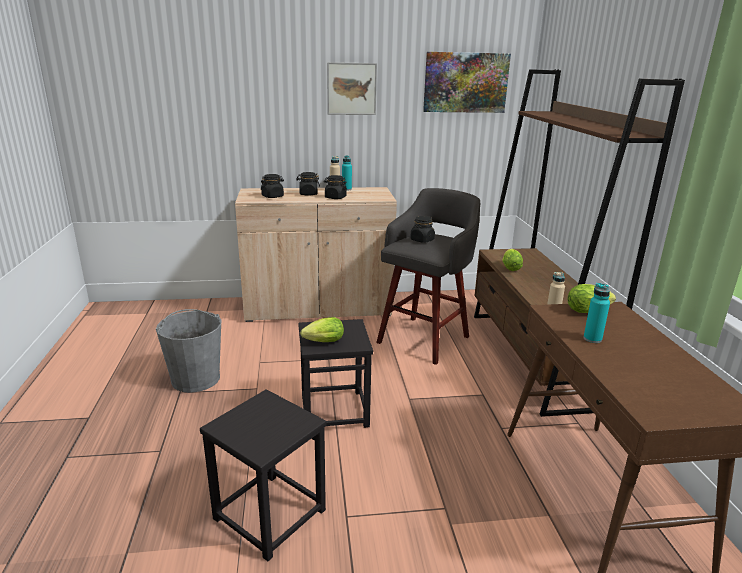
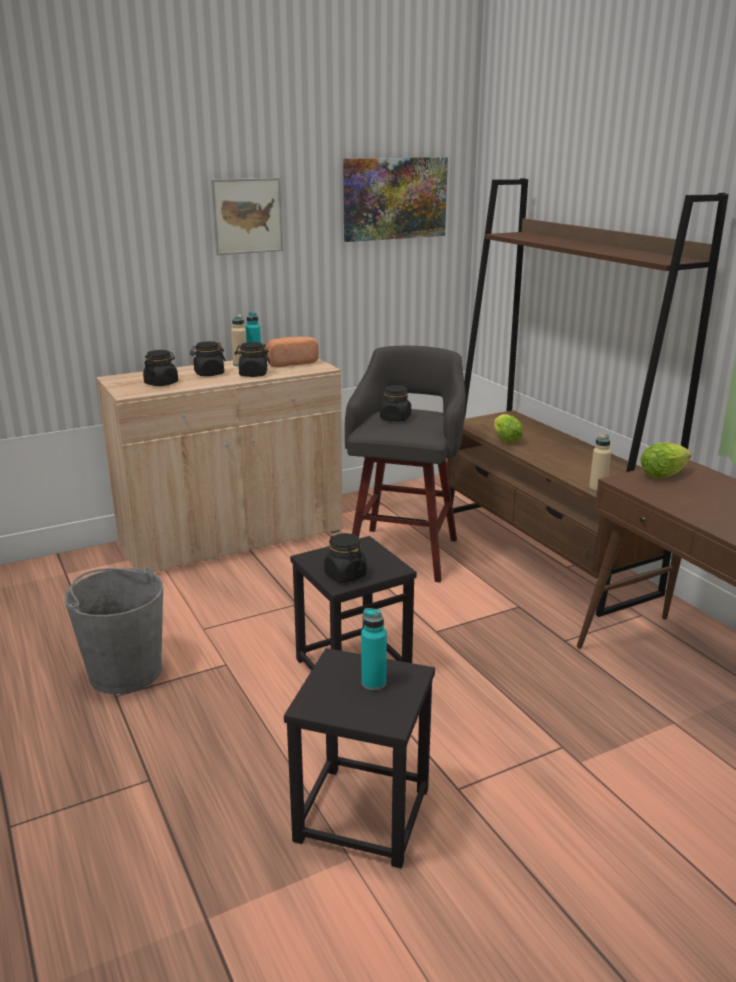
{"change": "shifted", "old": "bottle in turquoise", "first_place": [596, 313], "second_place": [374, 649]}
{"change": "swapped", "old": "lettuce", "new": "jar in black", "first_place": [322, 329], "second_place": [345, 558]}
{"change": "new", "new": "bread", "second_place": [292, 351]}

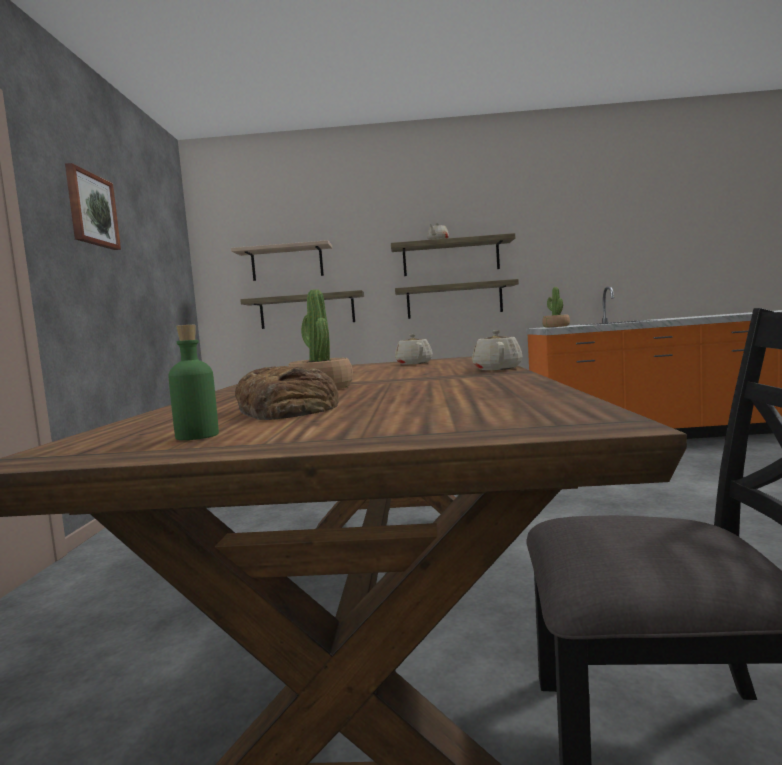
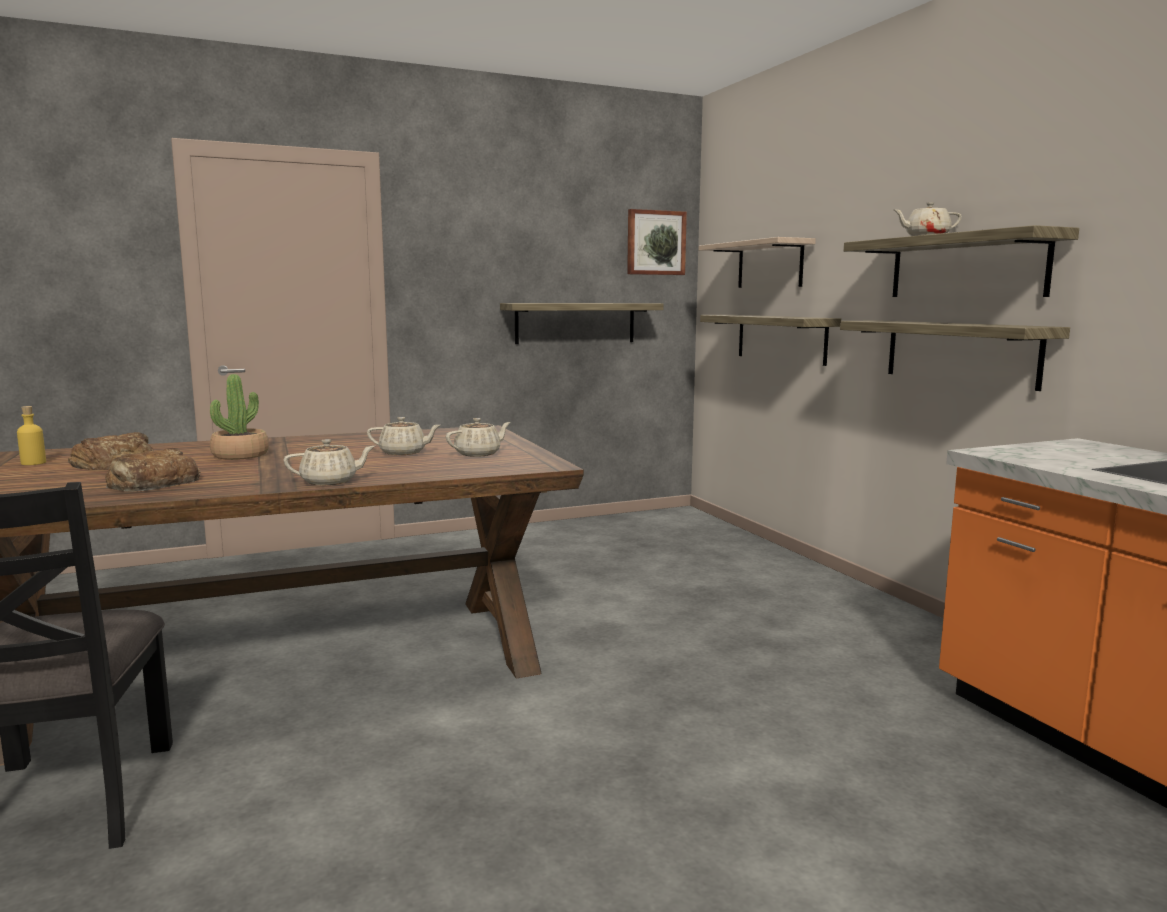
{"change": "shifted", "old": "picture", "first_place": [93, 206], "second_place": [657, 242]}
{"change": "gone", "old": "potted plant", "first_place": [556, 307]}
{"change": "repainted", "old": "bottle in green", "new": "bottle in yellow", "first_place": [193, 382], "second_place": [31, 435]}
{"change": "new", "new": "shelf", "second_place": [581, 323]}
{"change": "new", "new": "teapot in beige", "second_place": [404, 436]}
{"change": "new", "new": "bread", "second_place": [152, 470]}

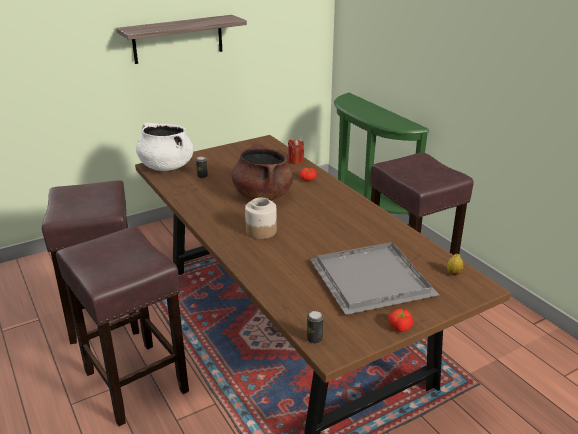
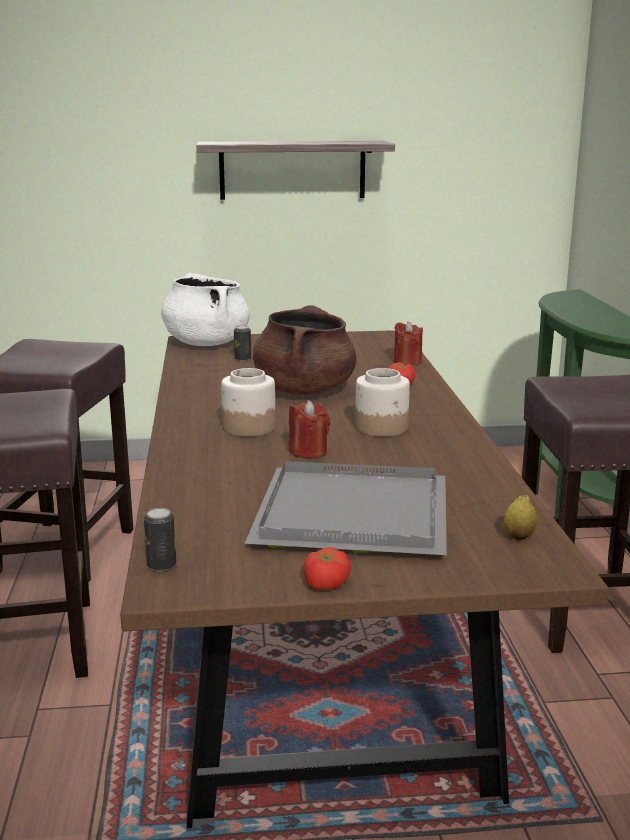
{"change": "new", "new": "jar", "second_place": [382, 402]}
{"change": "new", "new": "candle in red", "second_place": [309, 429]}

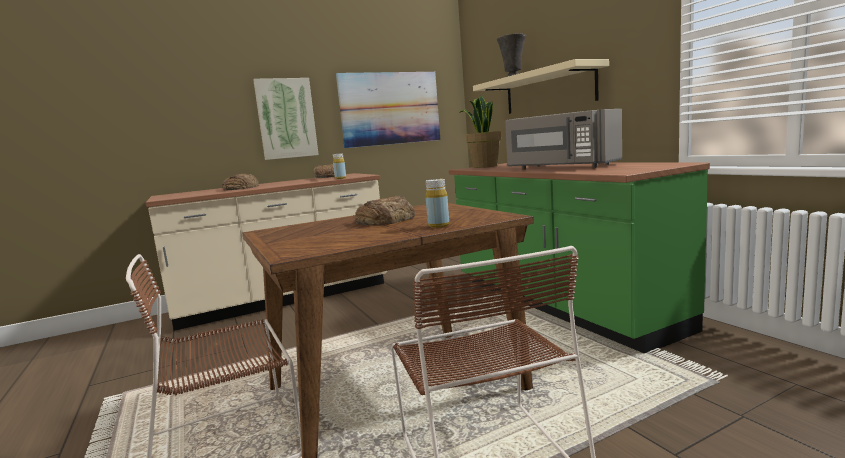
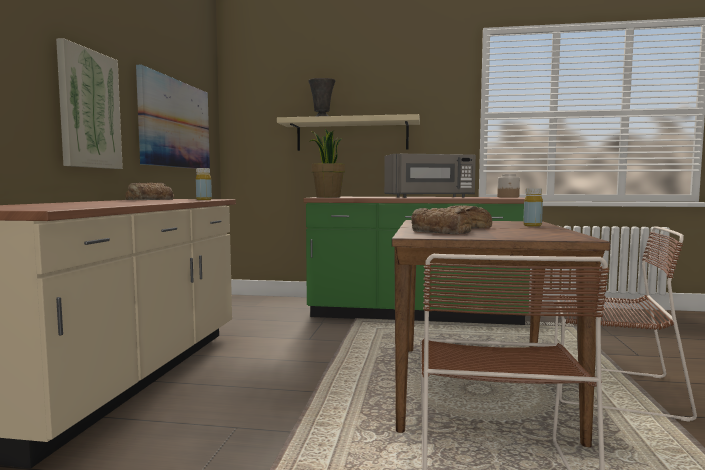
{"change": "shifted", "old": "bread", "first_place": [240, 182], "second_place": [441, 221]}
{"change": "new", "new": "jar", "second_place": [508, 186]}

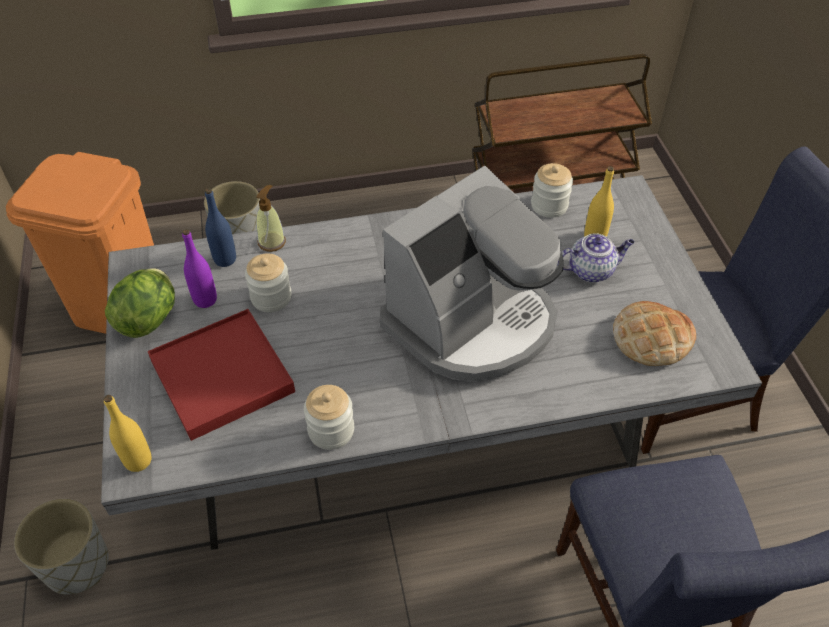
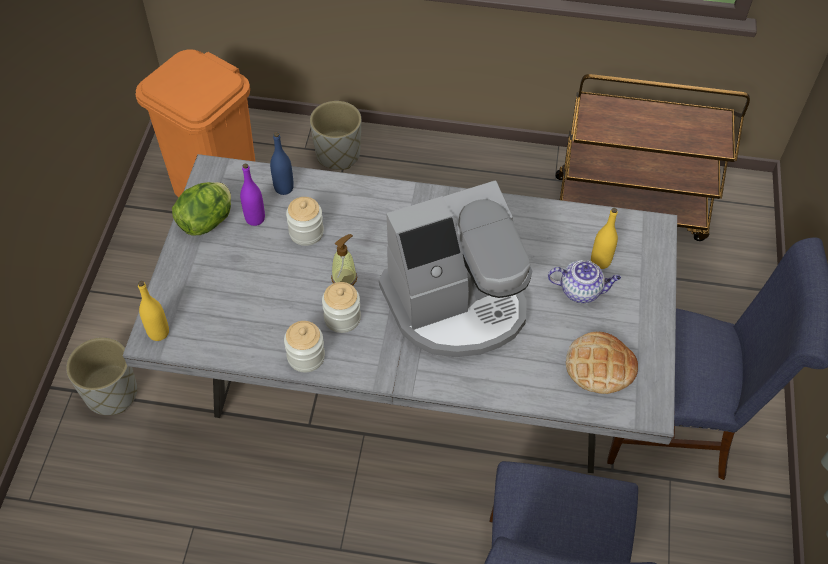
{"change": "shifted", "old": "jar", "first_place": [552, 190], "second_place": [341, 307]}
{"change": "shifted", "old": "soap dispenser", "first_place": [271, 218], "second_place": [344, 260]}
{"change": "gone", "old": "tray in red", "first_place": [221, 375]}

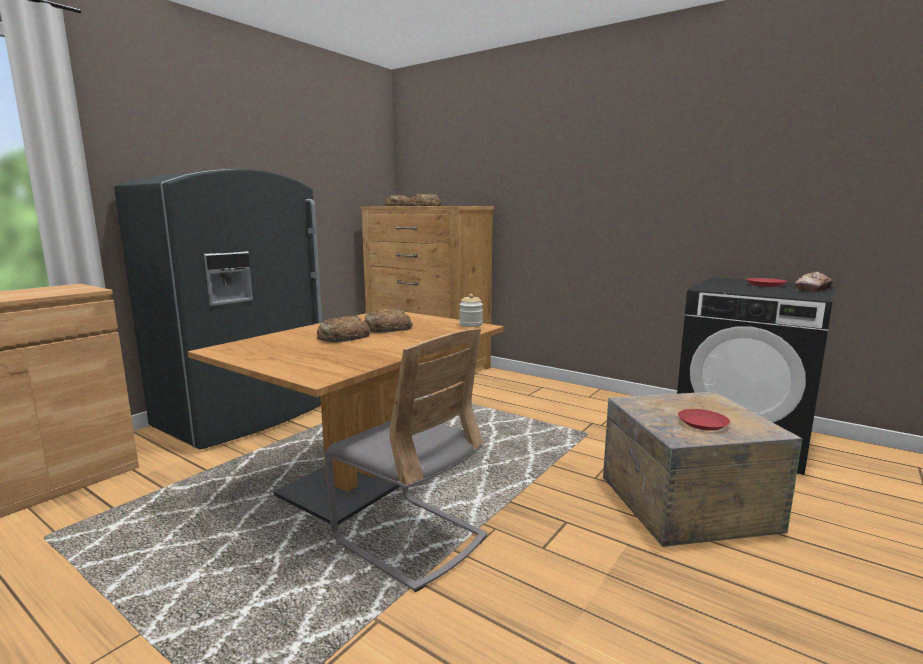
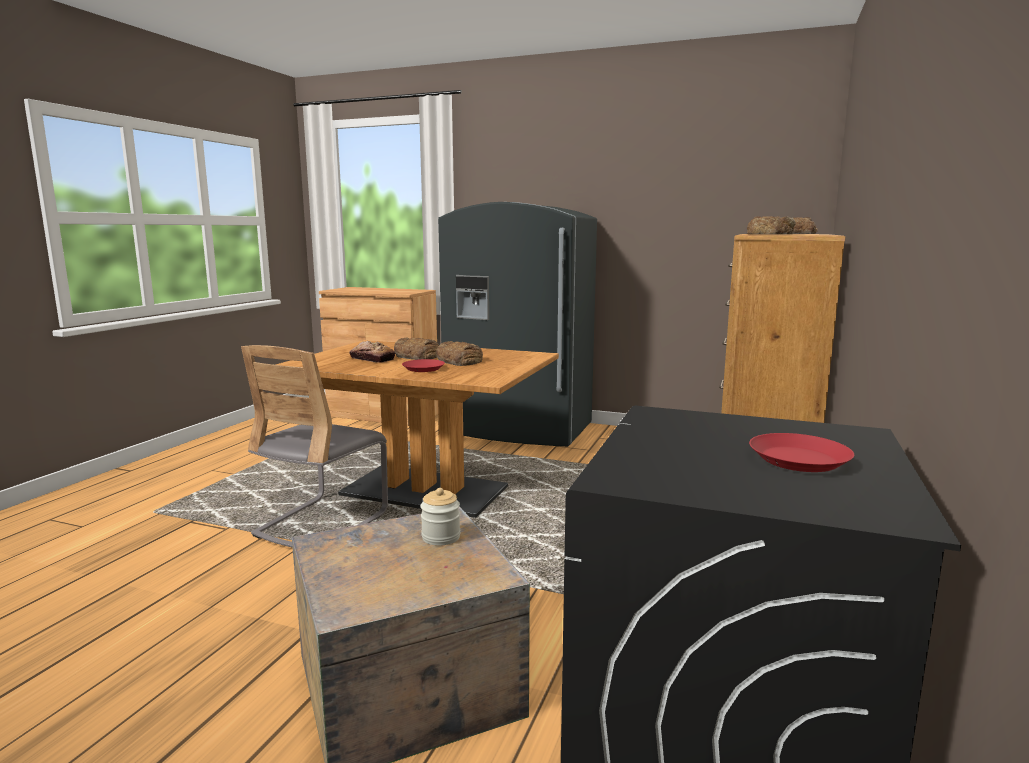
{"change": "shifted", "old": "bread", "first_place": [814, 281], "second_place": [372, 352]}
{"change": "shifted", "old": "jar", "first_place": [471, 310], "second_place": [440, 517]}
{"change": "shifted", "old": "plate in red", "first_place": [704, 420], "second_place": [423, 365]}

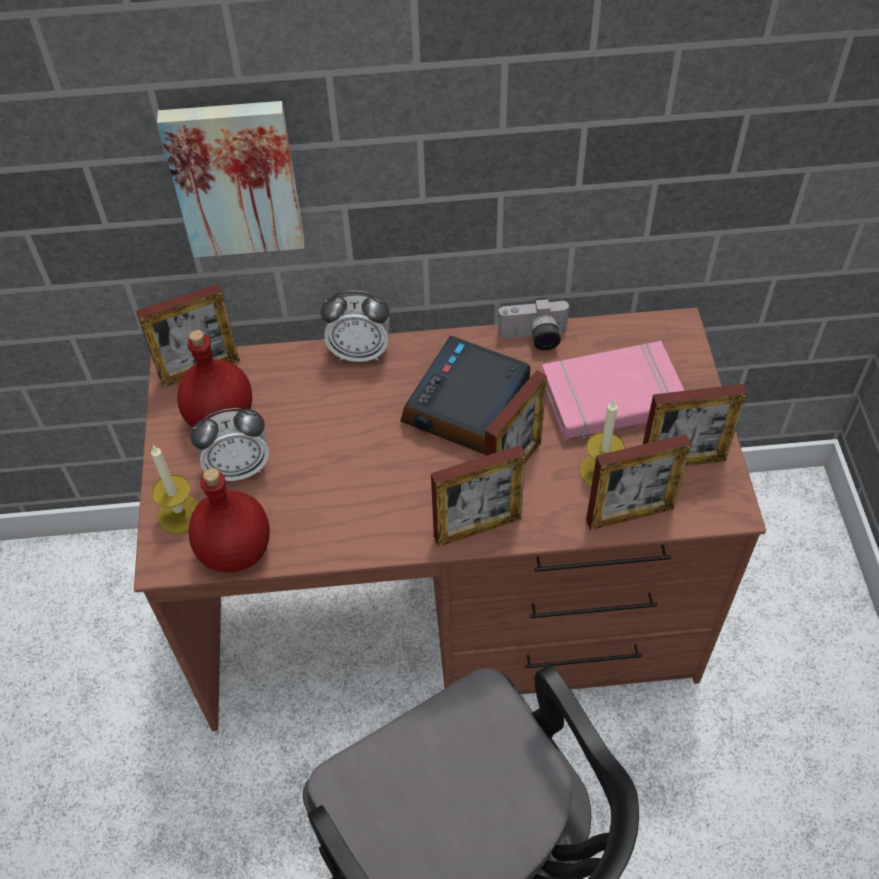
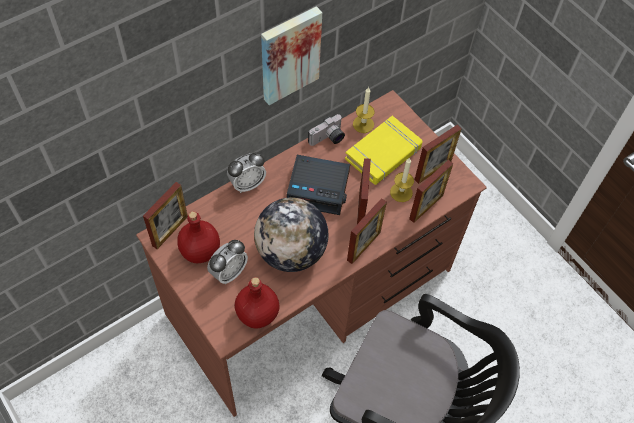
{"change": "shifted", "old": "picture", "first_place": [230, 179], "second_place": [291, 55]}
{"change": "rotated", "old": "alarm clock", "first_place": [465, 395], "second_place": [318, 185], "degrees": -75}
{"change": "repainted", "old": "book in pink", "new": "book in yellow", "first_place": [613, 390], "second_place": [384, 150]}
{"change": "shifted", "old": "candle", "first_place": [175, 489], "second_place": [364, 110]}
{"change": "new", "new": "globe", "second_place": [291, 234]}

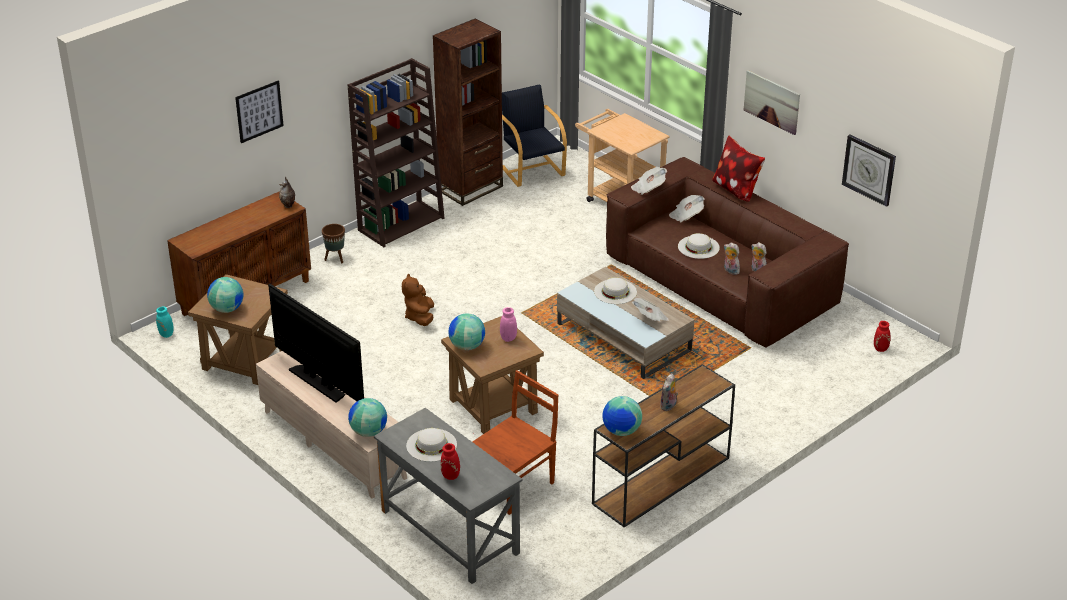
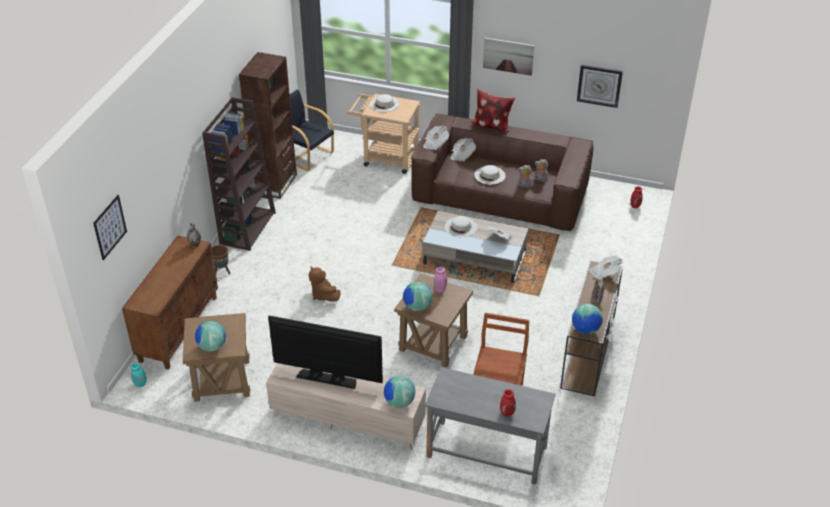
{"change": "shifted", "old": "picture", "first_place": [259, 111], "second_place": [110, 227]}
{"change": "shifted", "old": "hat in white", "first_place": [431, 445], "second_place": [385, 103]}
{"change": "new", "new": "newspaper", "second_place": [606, 267]}

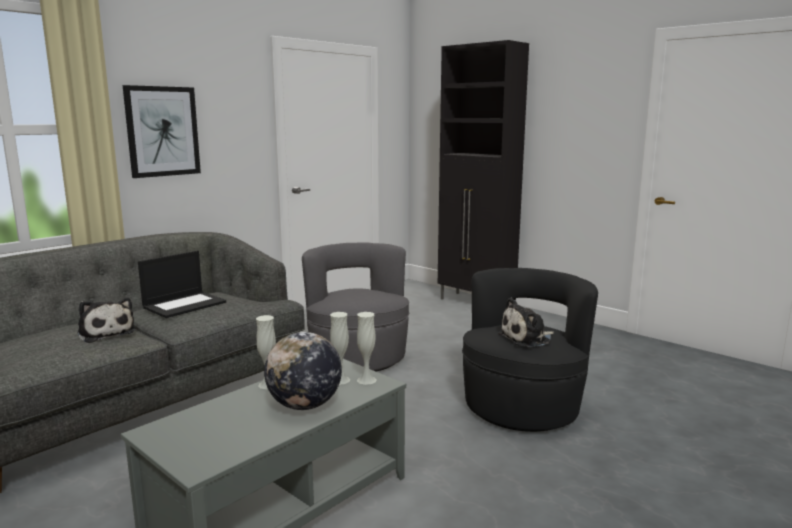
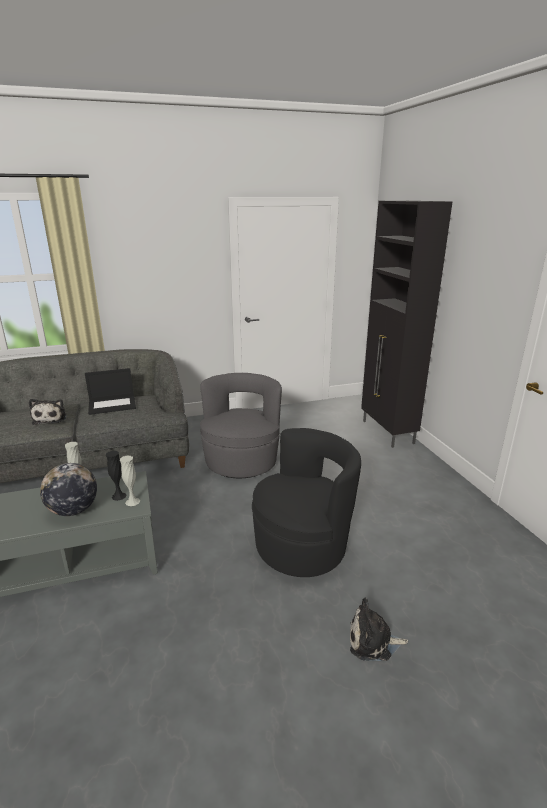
{"change": "gone", "old": "picture", "first_place": [161, 131]}
{"change": "shifted", "old": "plush toy", "first_place": [526, 322], "second_place": [379, 629]}
{"change": "repainted", "old": "vase in white", "new": "vase in black", "first_place": [340, 348], "second_place": [116, 476]}

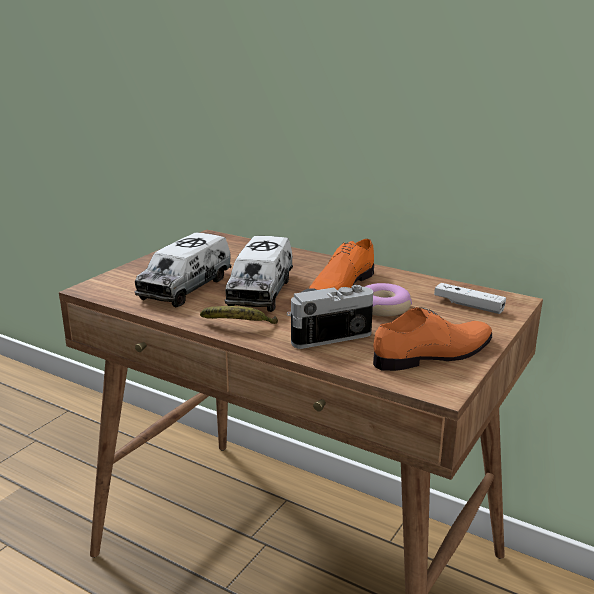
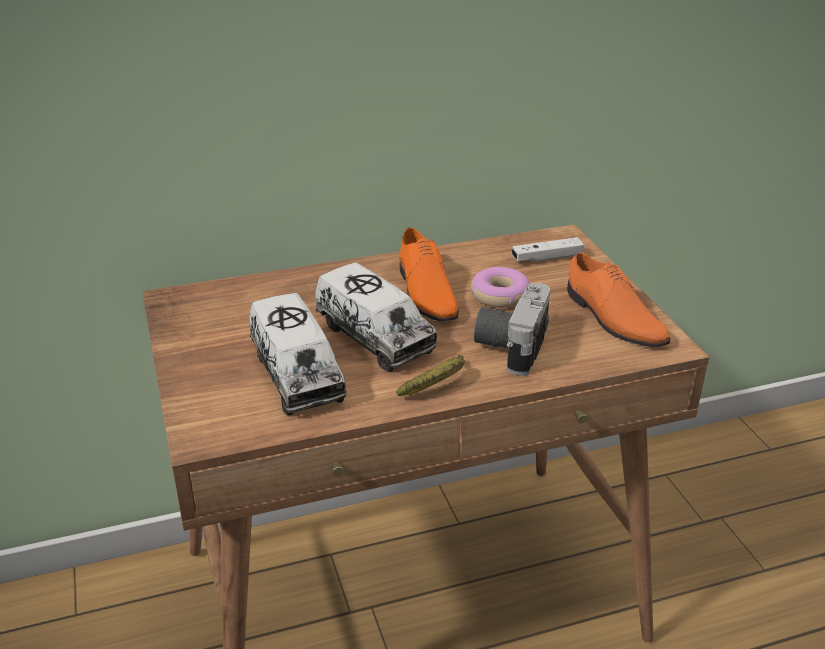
{"change": "rotated", "old": "shoe in orange", "first_place": [432, 339], "second_place": [619, 300], "degrees": 135}

